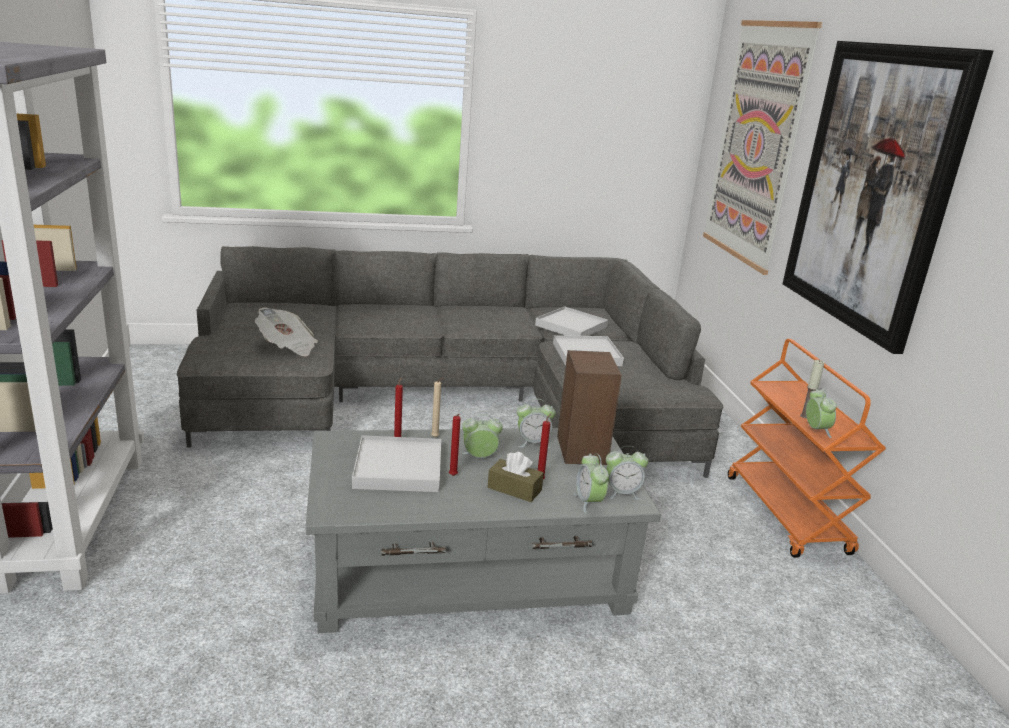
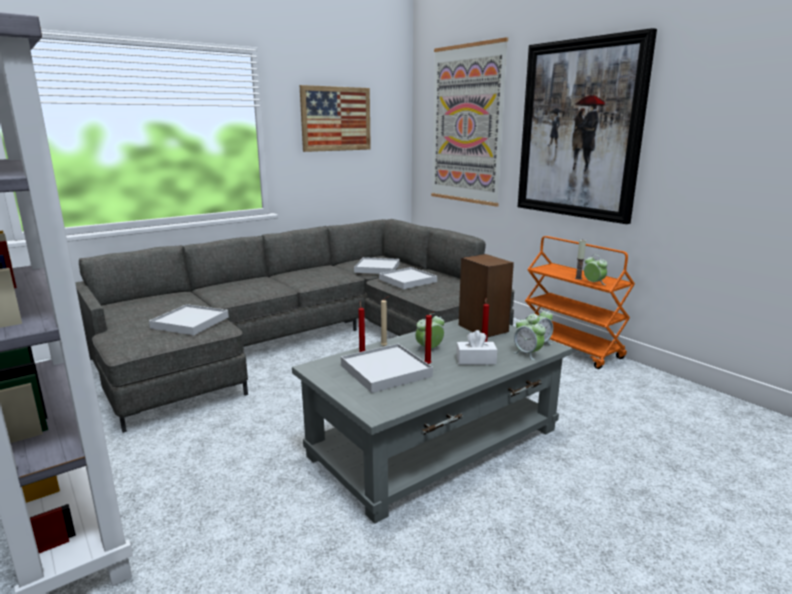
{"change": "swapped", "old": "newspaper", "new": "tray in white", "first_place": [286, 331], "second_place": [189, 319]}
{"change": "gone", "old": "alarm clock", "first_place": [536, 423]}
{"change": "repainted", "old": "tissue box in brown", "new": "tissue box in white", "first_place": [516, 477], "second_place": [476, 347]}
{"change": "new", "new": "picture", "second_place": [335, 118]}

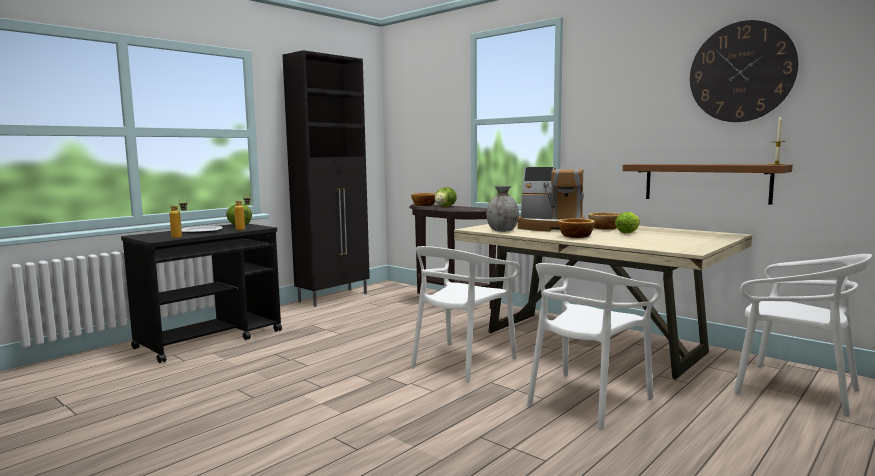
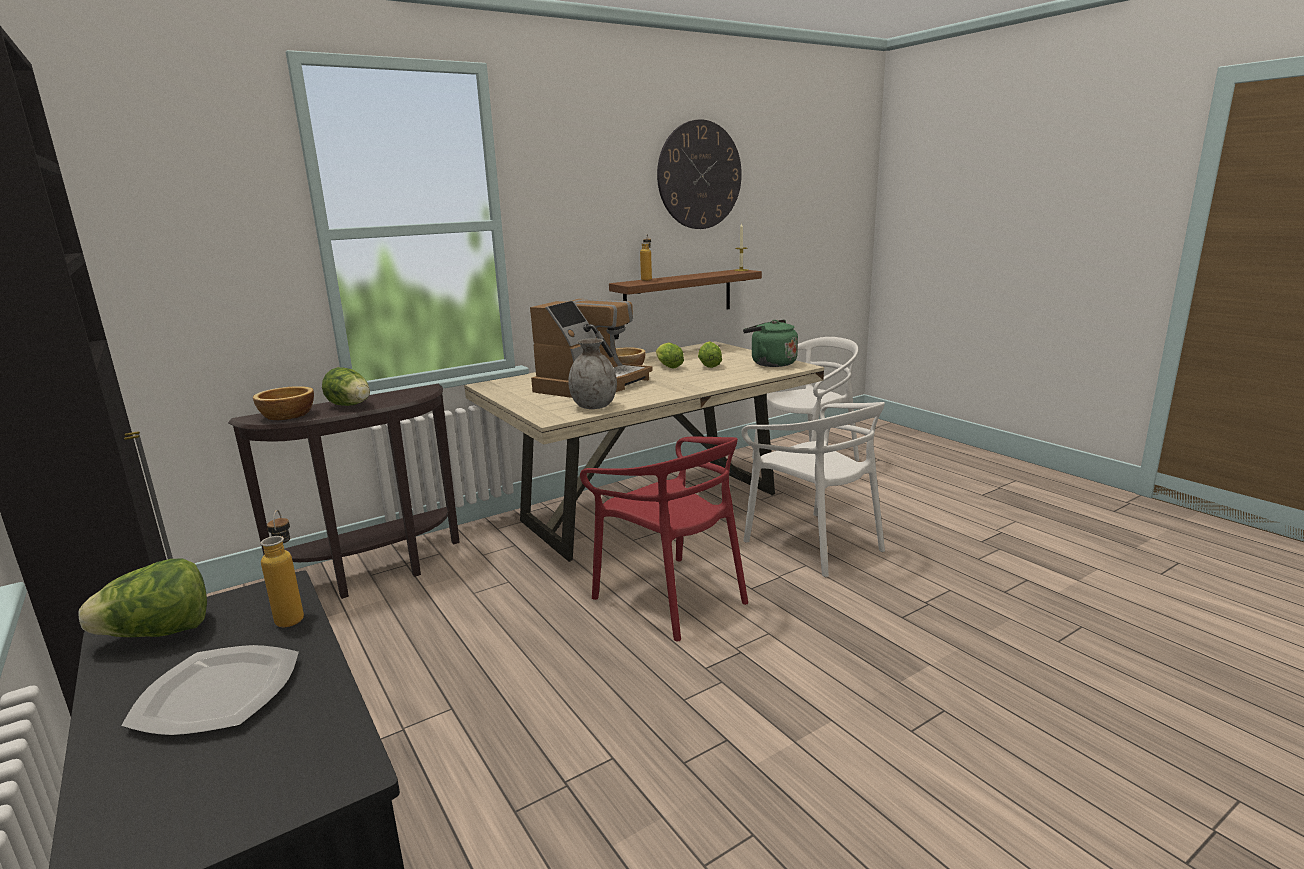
{"change": "shifted", "old": "bottle", "first_place": [178, 218], "second_place": [646, 257]}
{"change": "gone", "old": "bowl", "first_place": [576, 228]}
{"change": "repainted", "old": "chair in white", "new": "chair in red", "first_place": [465, 314], "second_place": [664, 539]}
{"change": "new", "new": "kettle in green", "second_place": [770, 343]}
{"change": "new", "new": "lettuce", "second_place": [710, 354]}

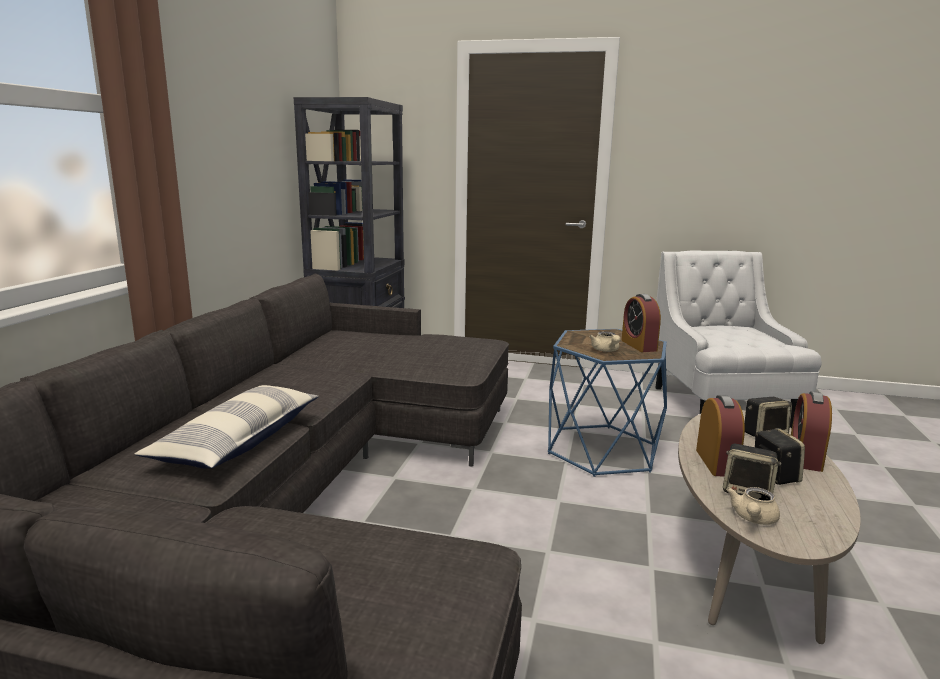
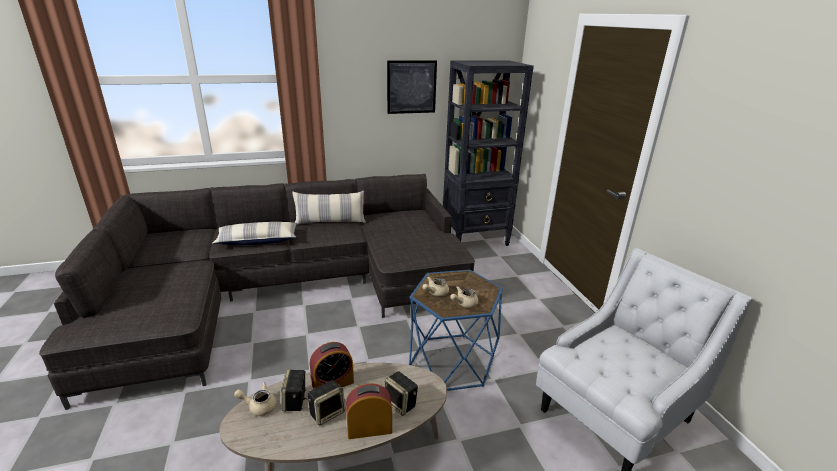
{"change": "swapped", "old": "alarm clock", "new": "teapot in beige", "first_place": [641, 323], "second_place": [464, 297]}
{"change": "new", "new": "picture", "second_place": [412, 87]}
{"change": "new", "new": "pillow", "second_place": [329, 208]}

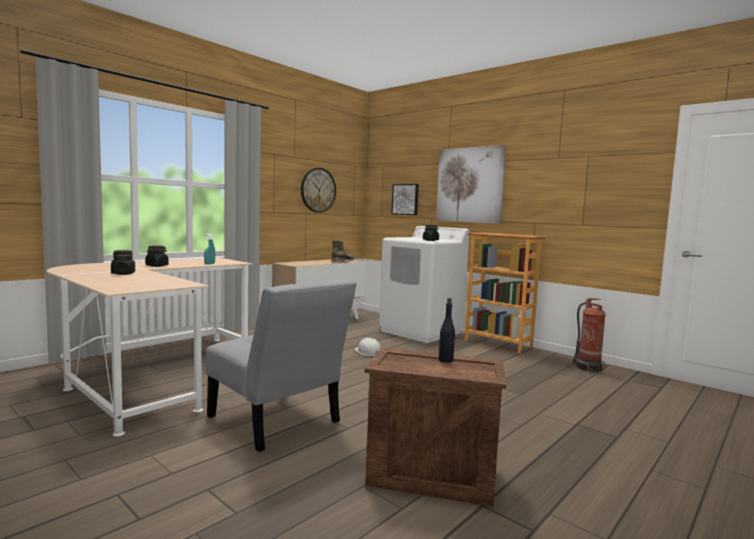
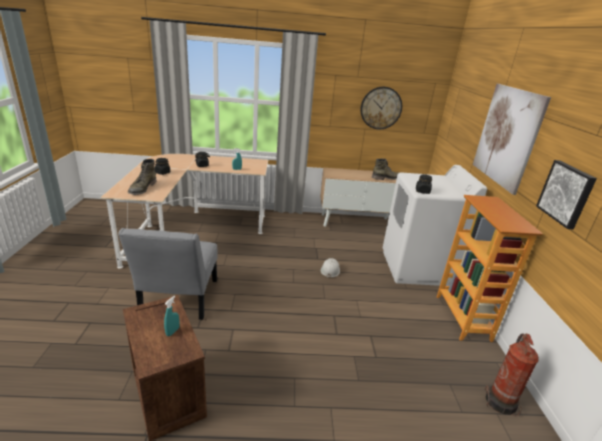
{"change": "shifted", "old": "picture", "first_place": [405, 199], "second_place": [566, 194]}
{"change": "swapped", "old": "bottle in black", "new": "spray bottle in turquoise", "first_place": [447, 330], "second_place": [172, 316]}
{"change": "new", "new": "boot in green", "second_place": [142, 177]}

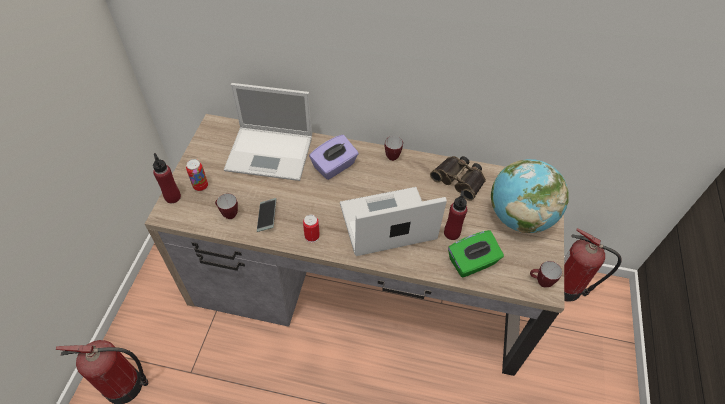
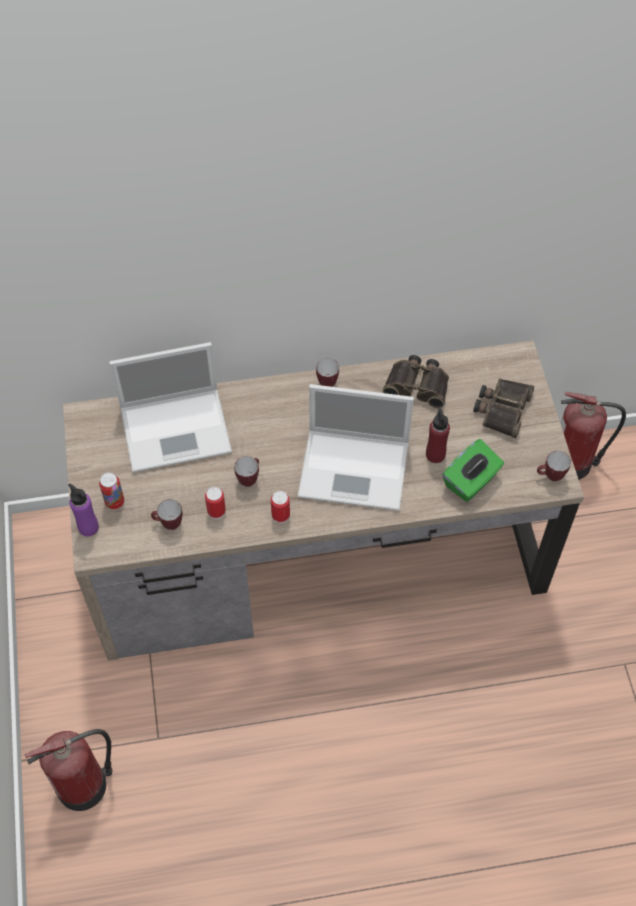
{"change": "gone", "old": "tissue box in purple", "first_place": [334, 157]}
{"change": "repainted", "old": "bottle in red", "new": "bottle in purple", "first_place": [167, 178], "second_place": [83, 510]}
{"change": "swapped", "old": "globe", "new": "binoculars", "first_place": [530, 196], "second_place": [503, 408]}
{"change": "rotated", "old": "laptop", "first_place": [393, 221], "second_place": [356, 447], "degrees": -135}
{"change": "swapped", "old": "phone", "new": "can", "first_place": [266, 215], "second_place": [215, 503]}
{"change": "new", "new": "mug", "second_place": [246, 471]}

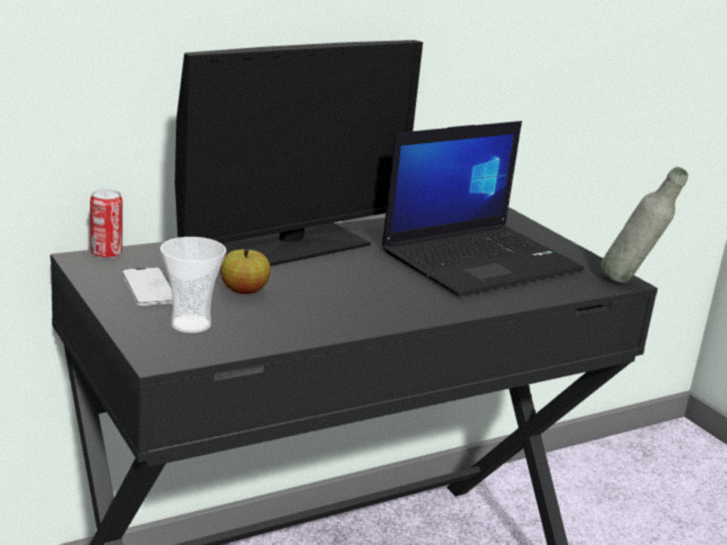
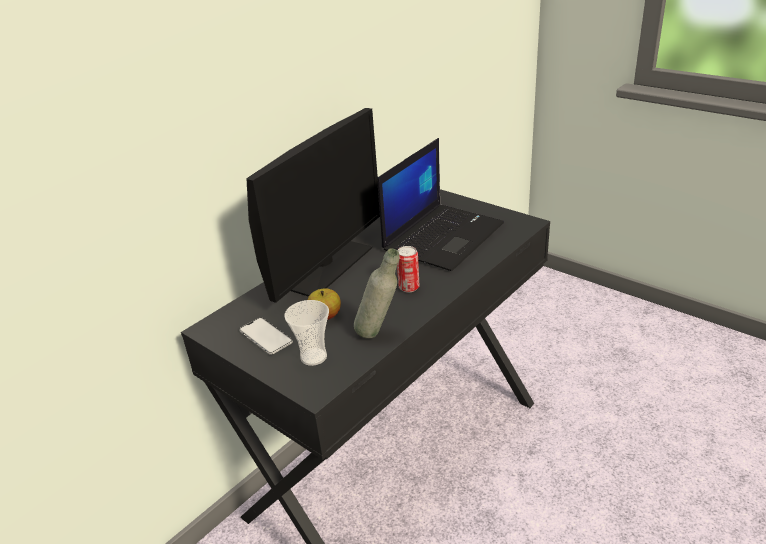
{"change": "shifted", "old": "bottle in grey", "first_place": [644, 225], "second_place": [376, 293]}
{"change": "shifted", "old": "can", "first_place": [106, 224], "second_place": [408, 269]}

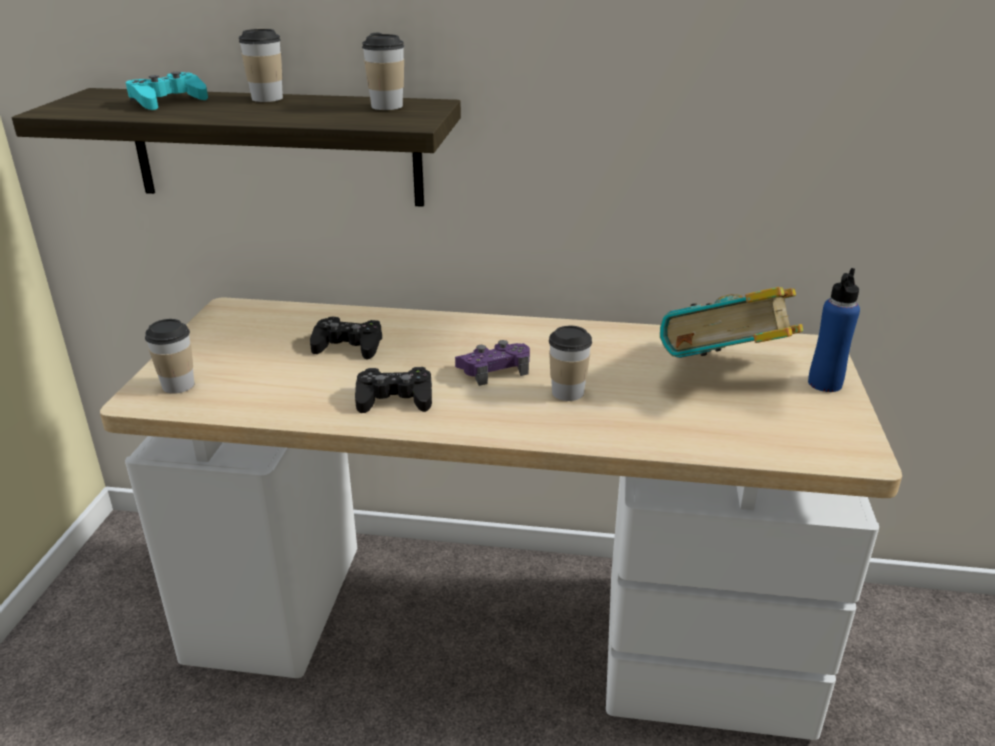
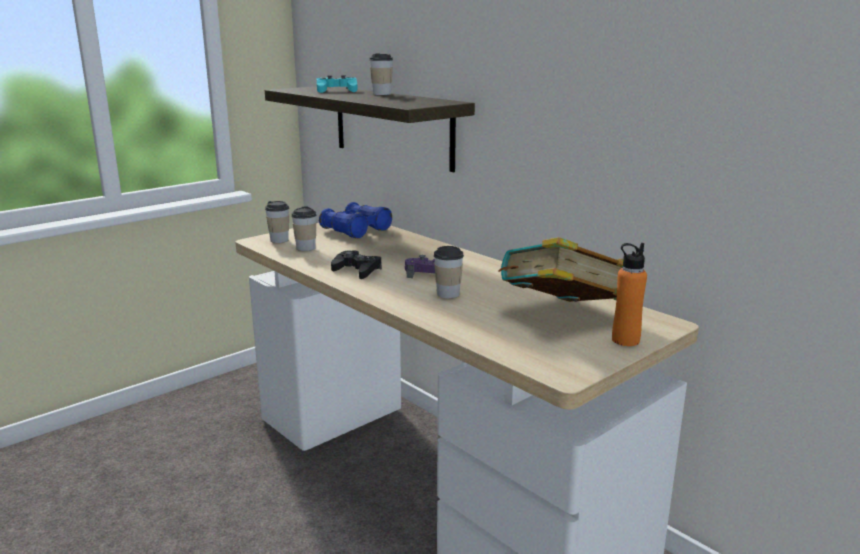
{"change": "shifted", "old": "cup", "first_place": [383, 71], "second_place": [303, 229]}
{"change": "repainted", "old": "bottle in blue", "new": "bottle in orange", "first_place": [834, 330], "second_place": [629, 294]}
{"change": "gone", "old": "game controller in black", "first_place": [346, 338]}
{"change": "new", "new": "binoculars in blue", "second_place": [355, 220]}

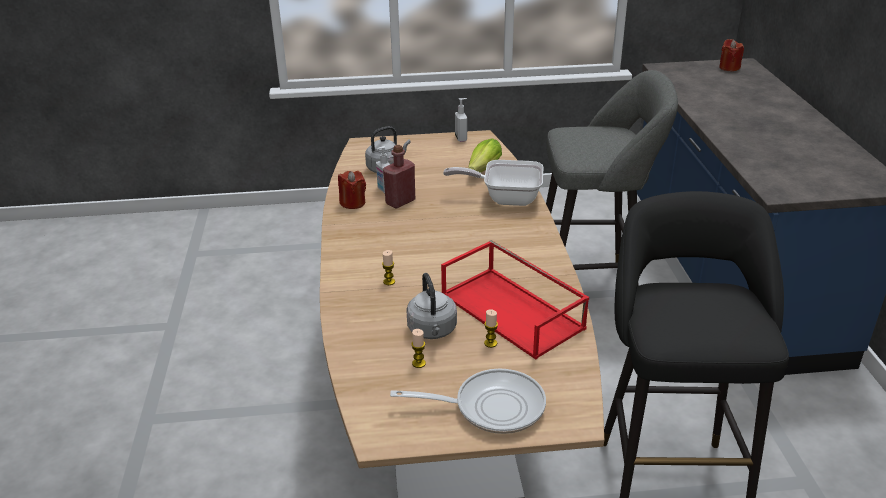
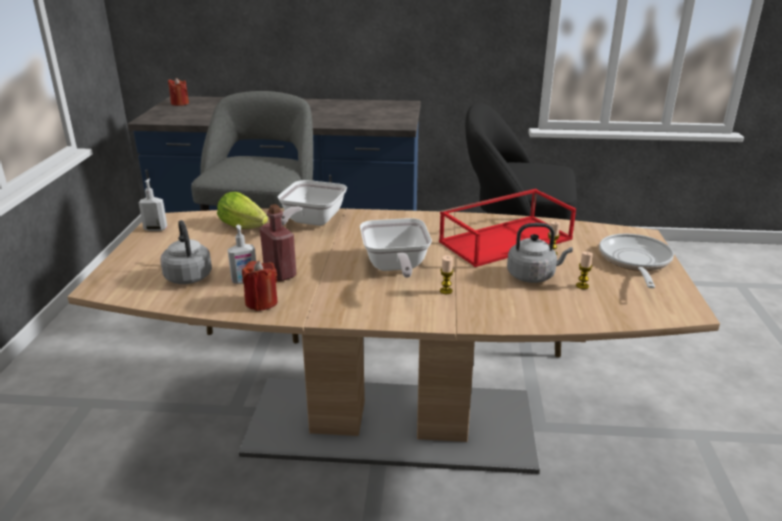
{"change": "new", "new": "frying pan", "second_place": [396, 248]}

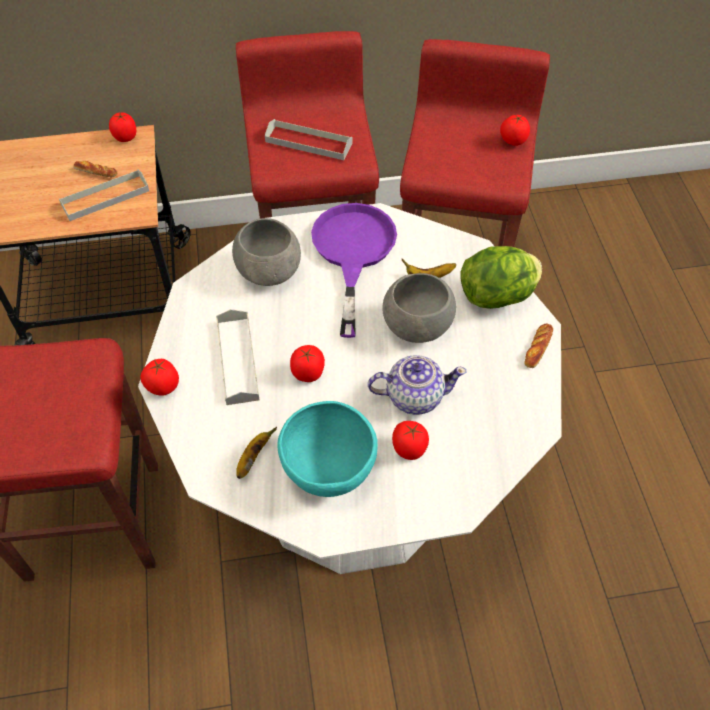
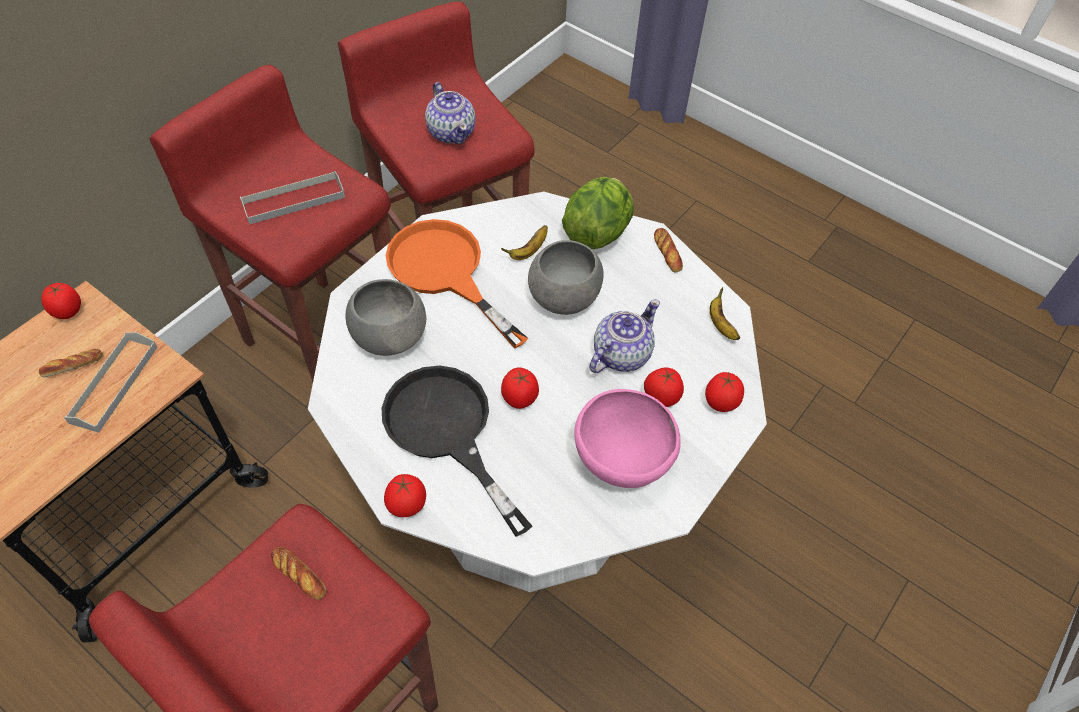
{"change": "shifted", "old": "tomato", "first_place": [515, 130], "second_place": [724, 392]}
{"change": "repainted", "old": "frying pan in purple", "new": "frying pan in orange", "first_place": [354, 270], "second_place": [456, 284]}
{"change": "swapped", "old": "tray in grey", "new": "frying pan in black", "first_place": [238, 357], "second_place": [457, 451]}
{"change": "repainted", "old": "bowl in turquoise", "new": "bowl in pink", "first_place": [327, 449], "second_place": [627, 438]}
{"change": "shifted", "old": "banana", "first_place": [256, 453], "second_place": [725, 313]}
{"change": "new", "new": "teapot", "second_place": [450, 113]}
{"change": "new", "new": "bread", "second_place": [298, 573]}

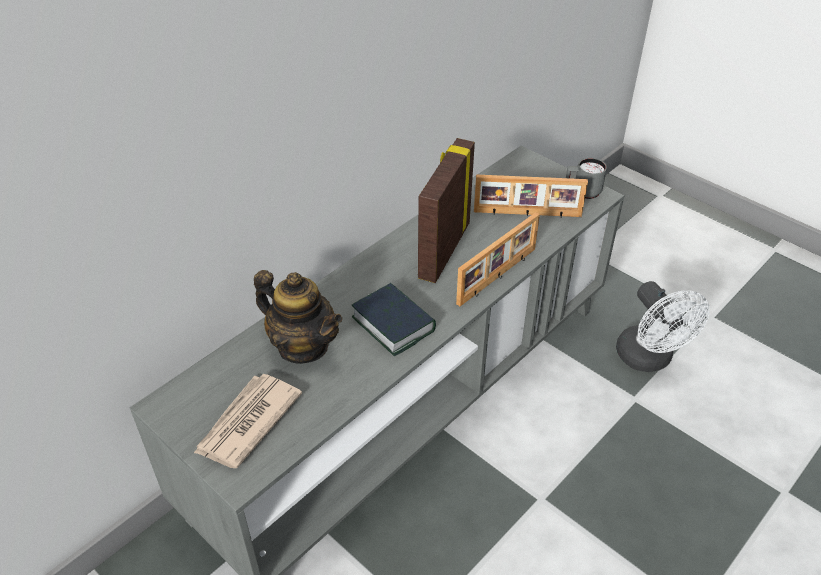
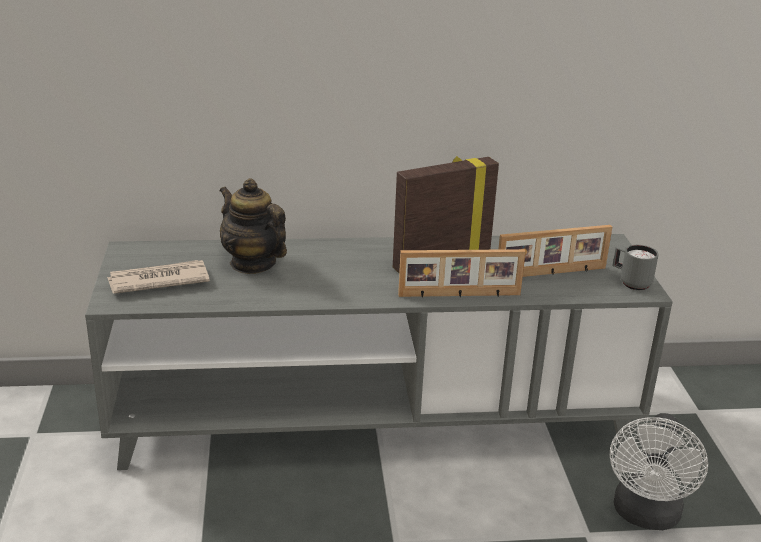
{"change": "rotated", "old": "picture frame", "first_place": [531, 195], "second_place": [555, 251], "degrees": -60}
{"change": "rotated", "old": "teapot", "first_place": [298, 317], "second_place": [253, 226], "degrees": 150}
{"change": "gone", "old": "book", "first_place": [394, 319]}

